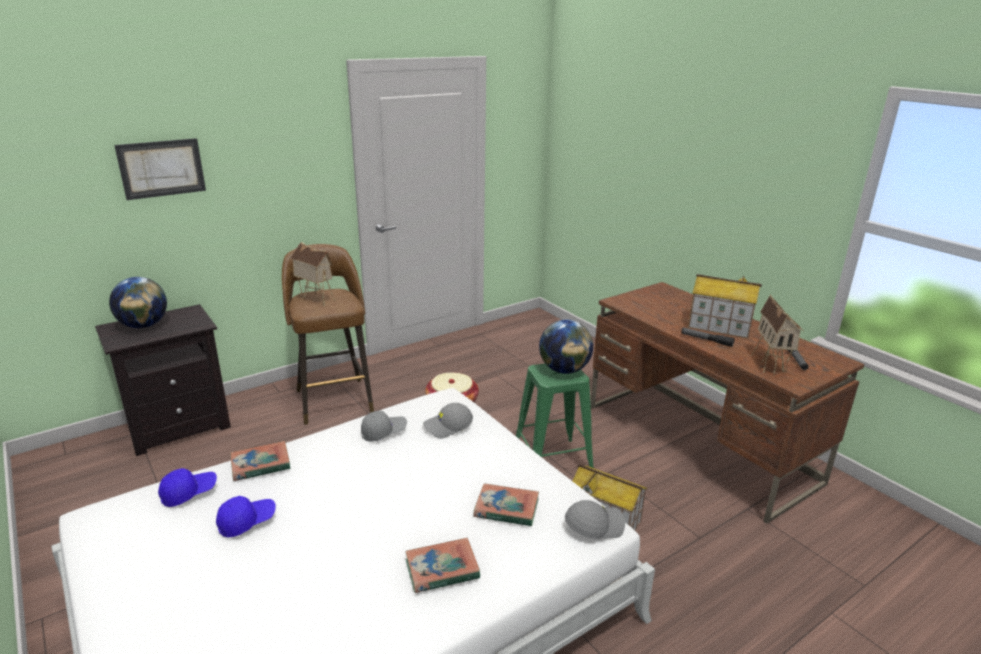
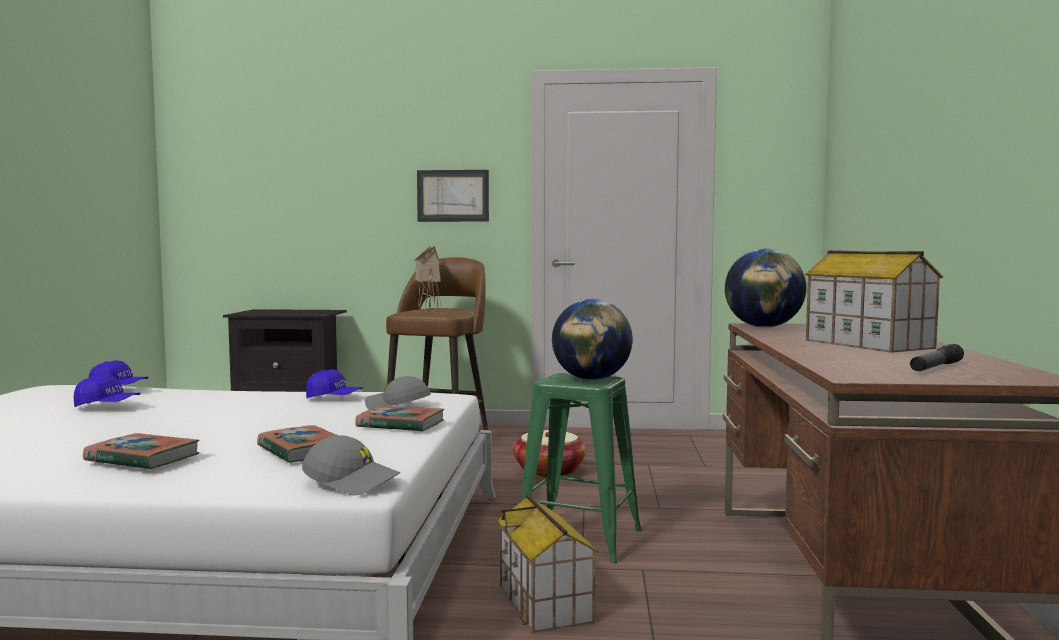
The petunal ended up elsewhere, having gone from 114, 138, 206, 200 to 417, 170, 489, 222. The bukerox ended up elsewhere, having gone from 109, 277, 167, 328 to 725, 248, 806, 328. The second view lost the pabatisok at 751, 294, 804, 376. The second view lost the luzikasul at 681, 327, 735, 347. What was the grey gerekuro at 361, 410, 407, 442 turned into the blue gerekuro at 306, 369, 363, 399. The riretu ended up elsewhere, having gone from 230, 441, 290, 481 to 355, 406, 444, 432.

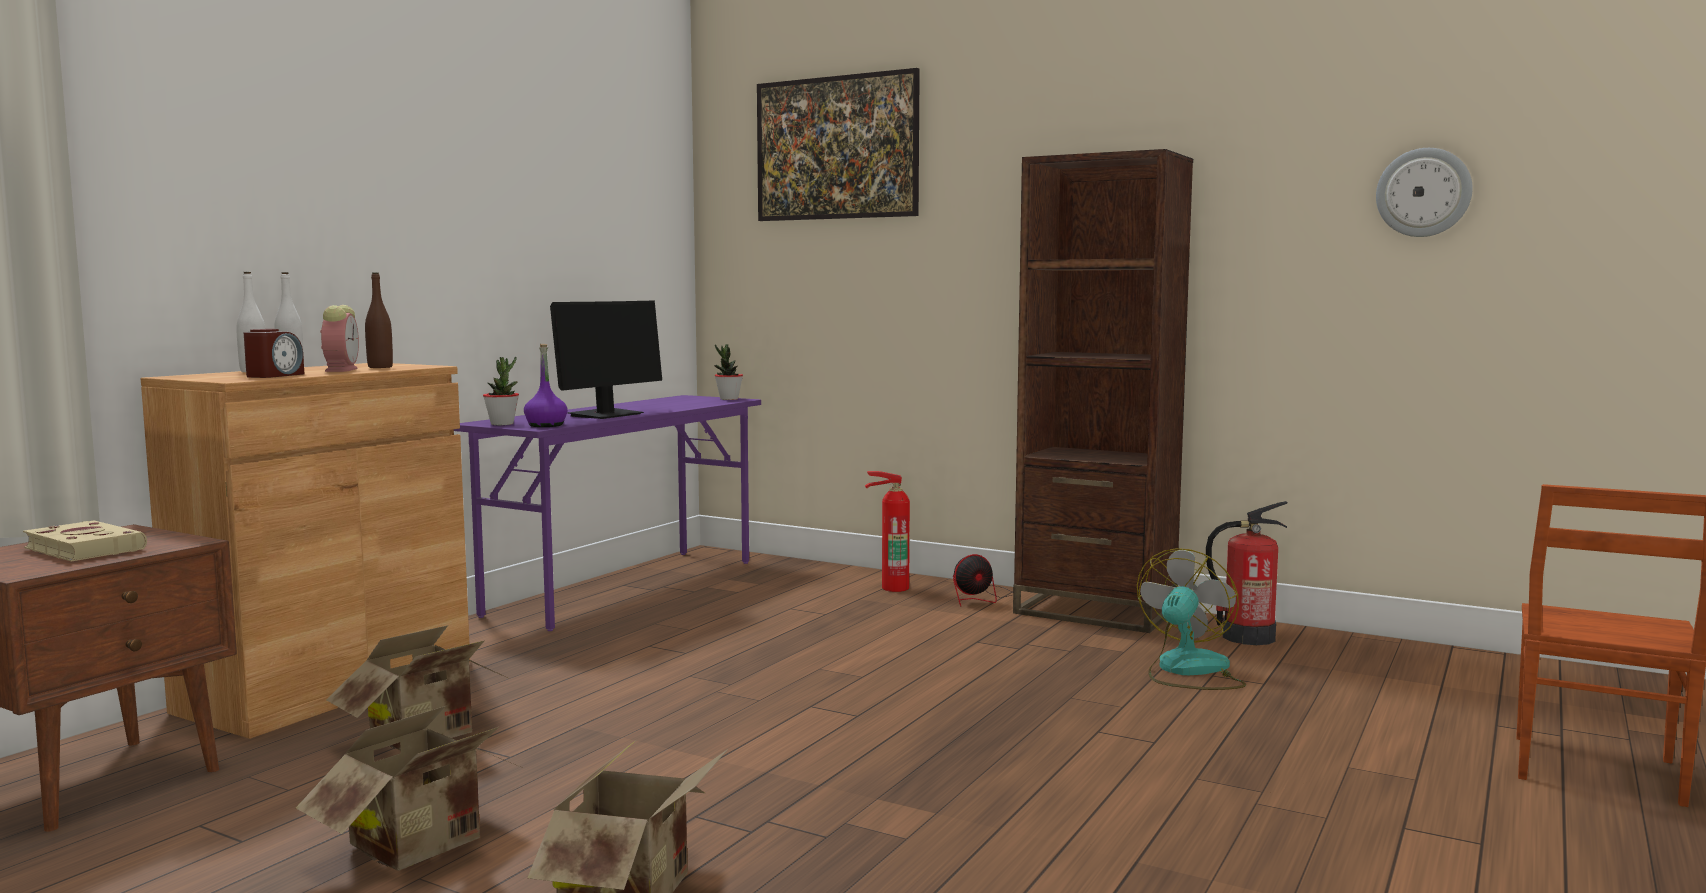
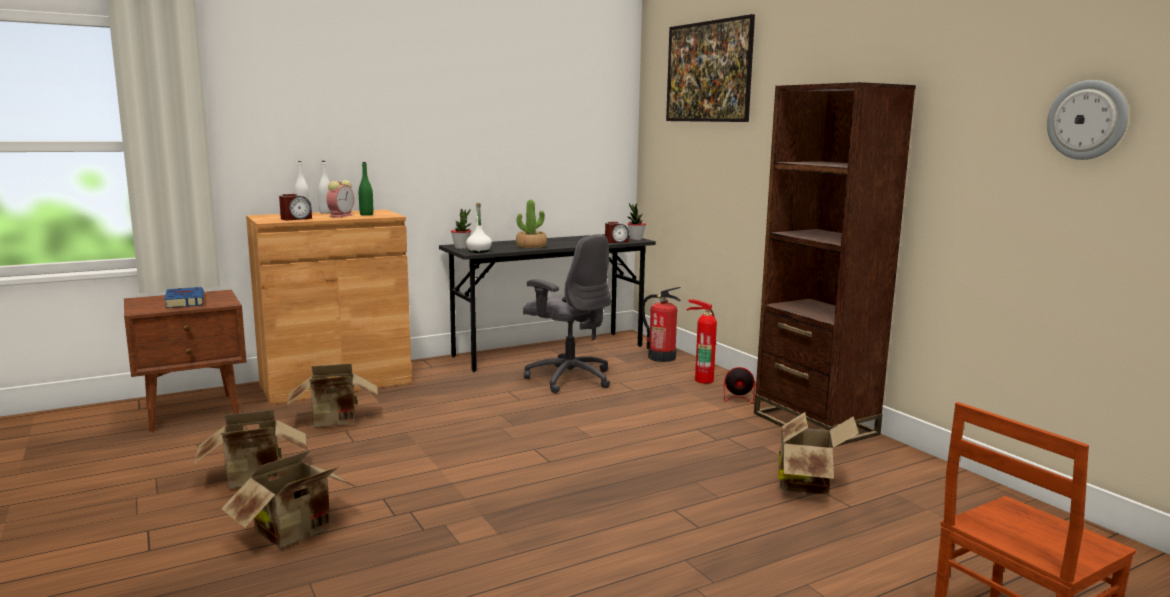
What was the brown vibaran at 365, 273, 393, 368 turned into the green vibaran at 359, 162, 373, 216. Where the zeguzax stood at 550, 300, 662, 419, the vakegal came to stand at 516, 200, 547, 248. What was the purple vibaran at 524, 344, 568, 427 turned into the white vibaran at 466, 203, 492, 253. What was the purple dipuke at 454, 395, 761, 631 turned into the grey dipuke at 439, 234, 656, 372. The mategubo ended up elsewhere, having gone from 1206, 501, 1288, 645 to 641, 287, 681, 362. What was the beige riretu at 23, 521, 147, 562 turned into the blue riretu at 164, 287, 204, 308. Where the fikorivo stood at 1137, 548, 1246, 690, the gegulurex came to stand at 778, 412, 859, 494. The second view gained the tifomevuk at 605, 222, 629, 243. The second view gained the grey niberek at 523, 234, 612, 393.

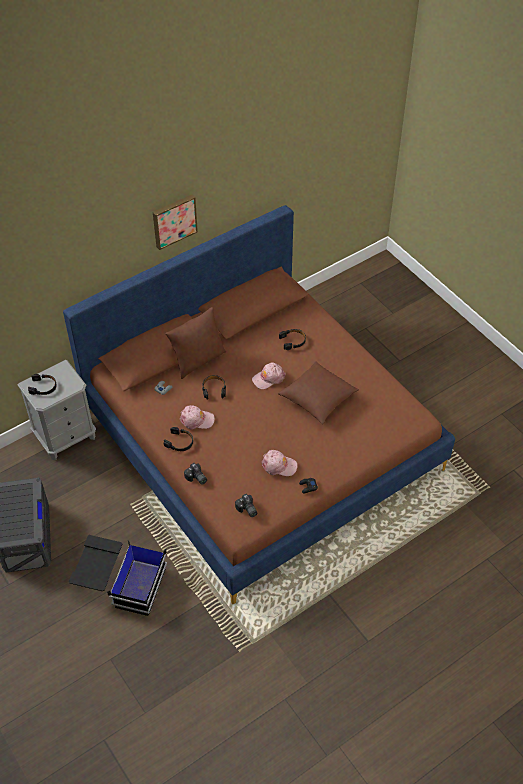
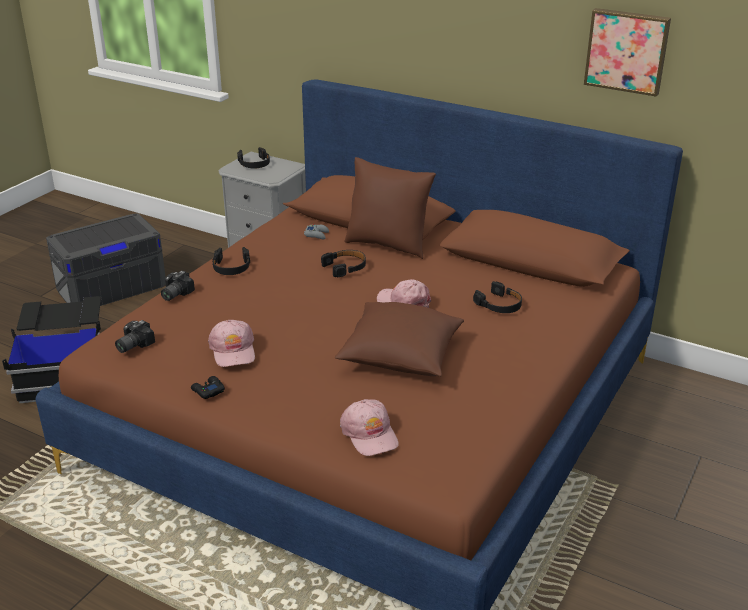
The petunal ended up elsewhere, having gone from 153, 194, 198, 250 to 584, 8, 671, 96. The pink gerekuro ended up elsewhere, having gone from 180, 405, 215, 429 to 340, 399, 399, 456.

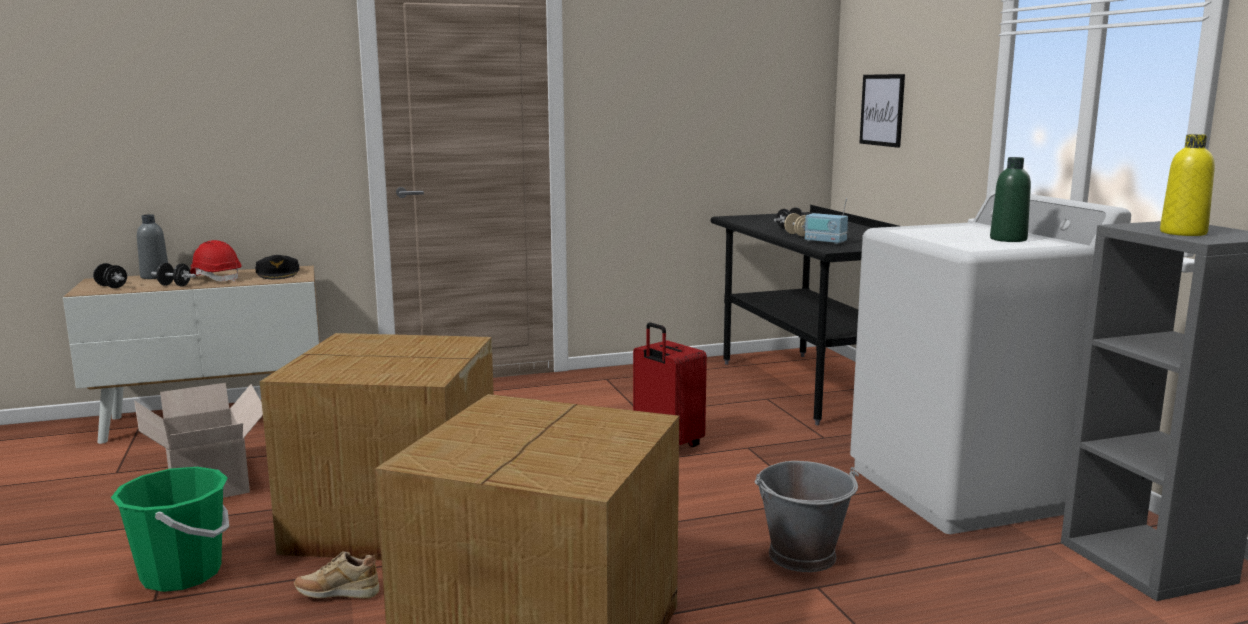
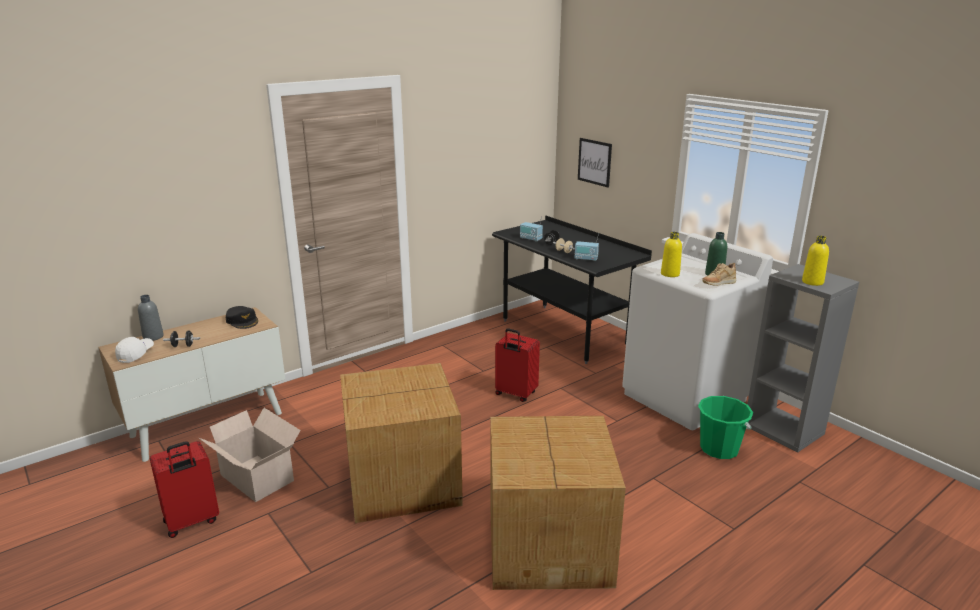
The second view lost the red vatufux at 190, 240, 241, 282. Where the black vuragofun stood at 93, 263, 127, 288, the white gerekuro came to stand at 115, 337, 154, 363. The second view lost the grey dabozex at 755, 461, 859, 572. The green dabozex ended up elsewhere, having gone from 111, 467, 229, 592 to 698, 396, 753, 459. The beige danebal ended up elsewhere, having gone from 294, 551, 379, 599 to 702, 263, 736, 286. The second view gained the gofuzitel at 520, 216, 543, 241. The second view gained the yellow vibaran at 661, 232, 682, 277. The second view gained the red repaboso at 150, 441, 219, 538.

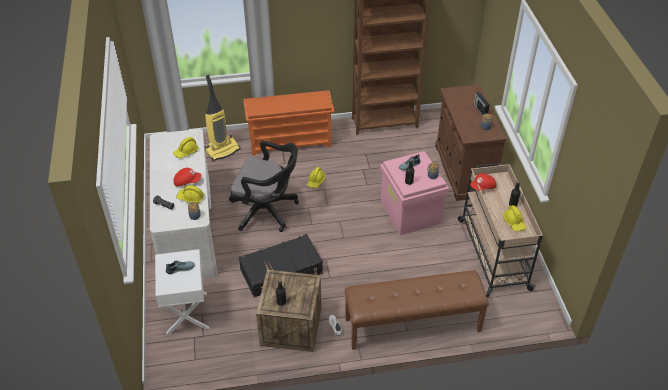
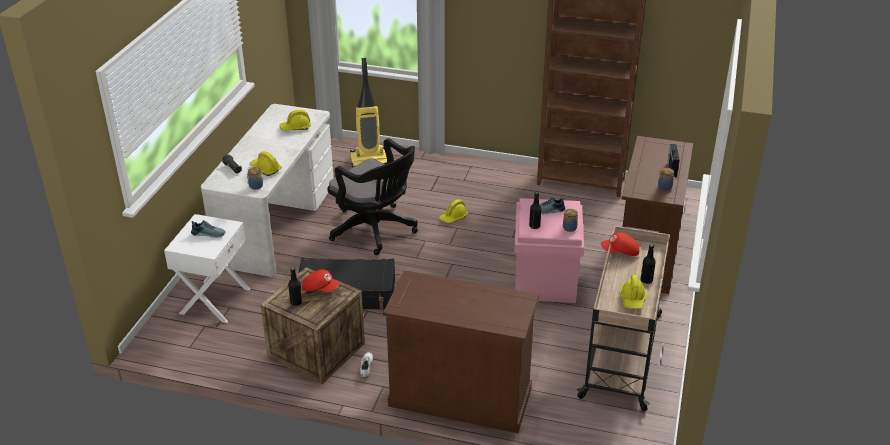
The second view lost the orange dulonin at 244, 90, 335, 156. The red gerekuro ended up elsewhere, having gone from 174, 168, 201, 186 to 302, 269, 340, 292. Where the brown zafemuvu stood at 345, 270, 489, 350, the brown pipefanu came to stand at 383, 270, 539, 433.

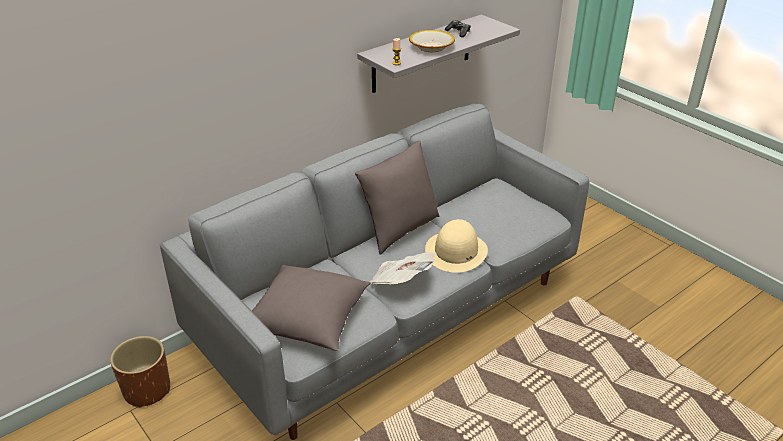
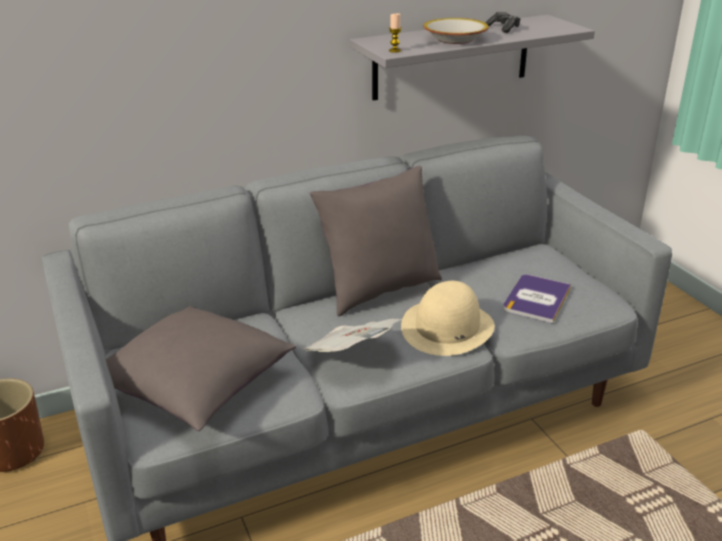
The second view gained the riretu at 503, 275, 571, 323.

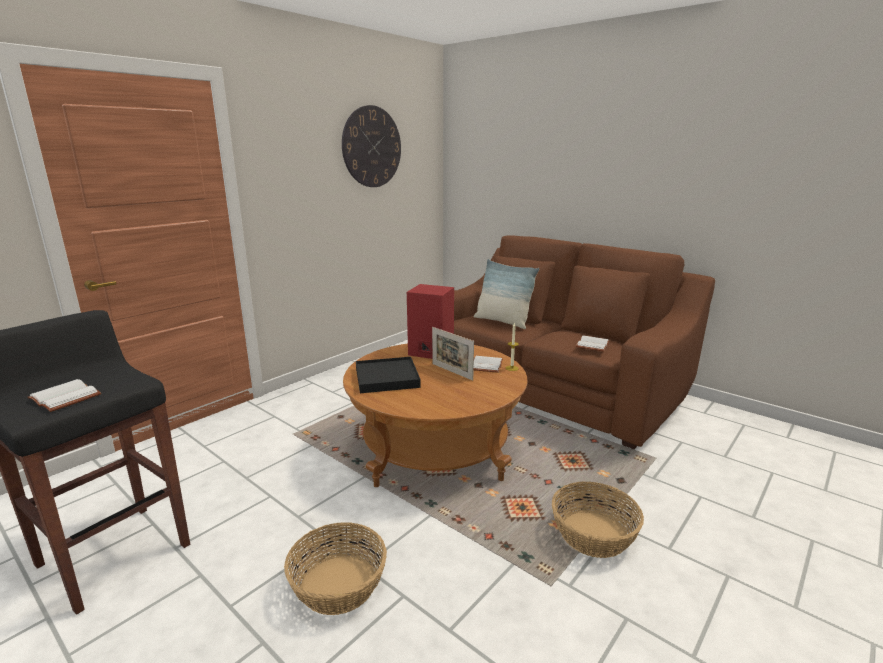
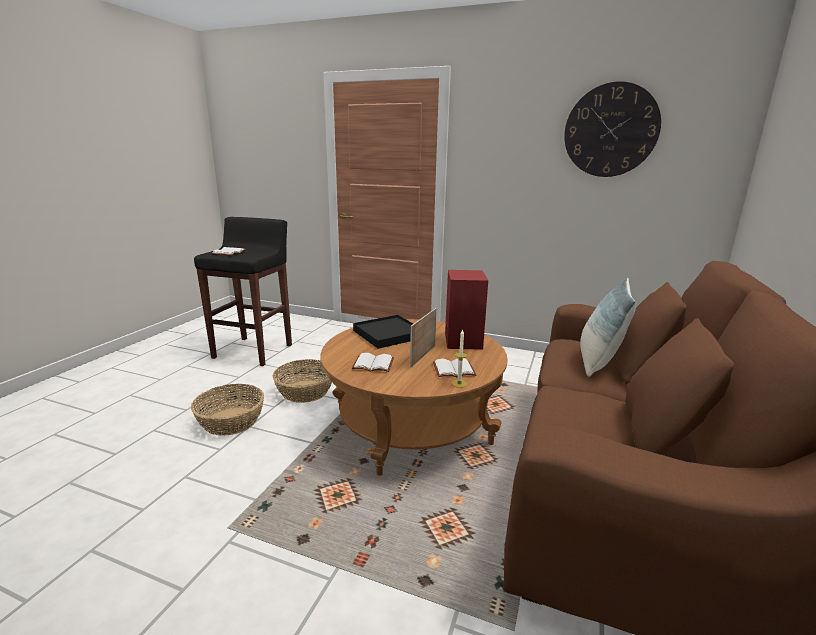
The white riretu ended up elsewhere, having gone from 576, 335, 610, 352 to 352, 353, 394, 372. The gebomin ended up elsewhere, having gone from 552, 482, 644, 558 to 273, 359, 332, 403.

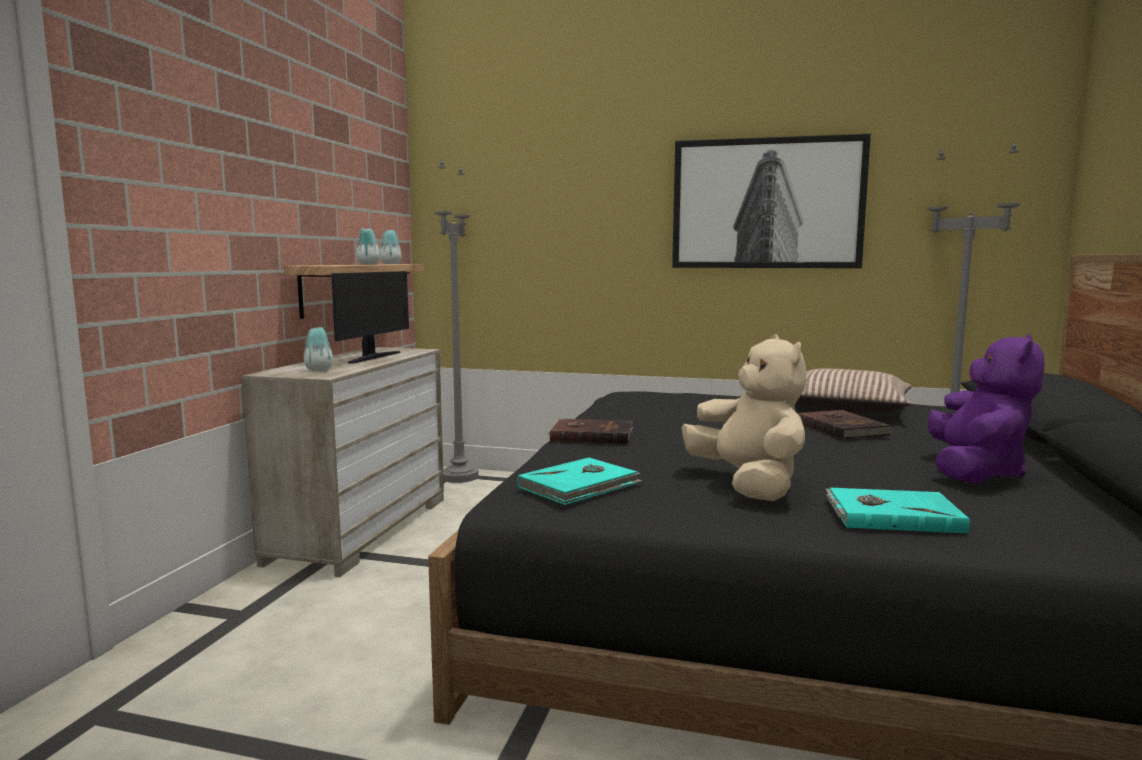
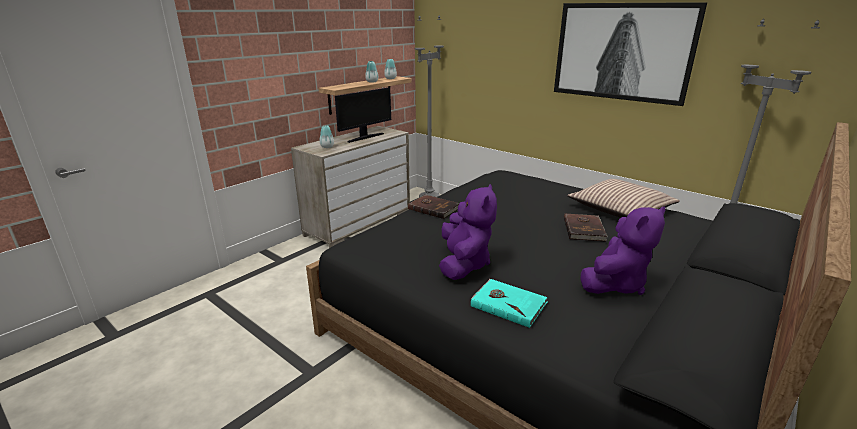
What was the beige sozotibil at 682, 334, 807, 501 turned into the purple sozotibil at 439, 184, 497, 280. The second view lost the turquoise riretu at 518, 457, 643, 505.

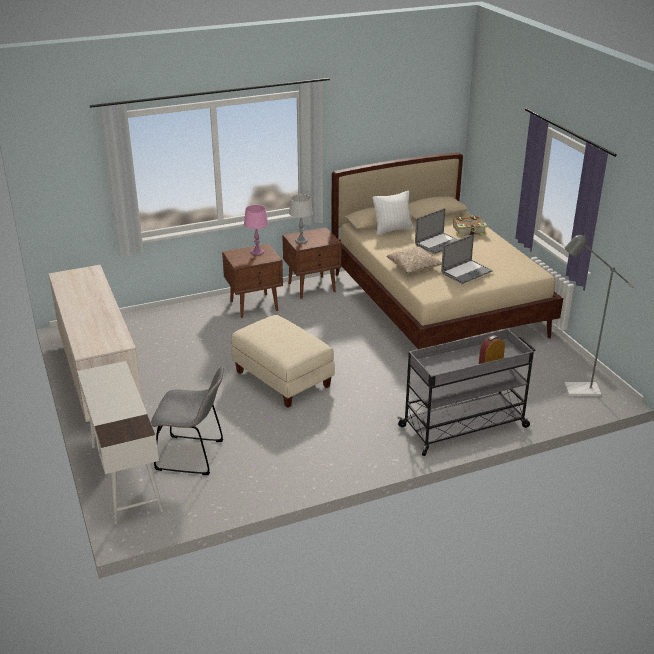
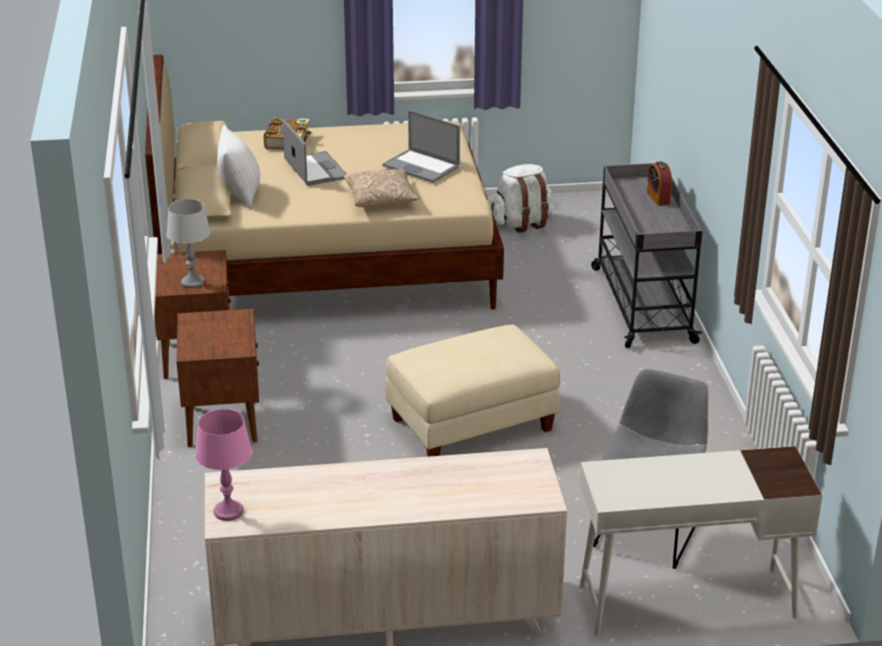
The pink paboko ended up elsewhere, having gone from 244, 205, 269, 255 to 195, 409, 252, 521. The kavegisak at 441, 234, 493, 284 ended up facing another way, 150 degrees clockwise from before. The second view lost the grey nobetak at 565, 235, 634, 396. The second view gained the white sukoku at 490, 164, 554, 233.

